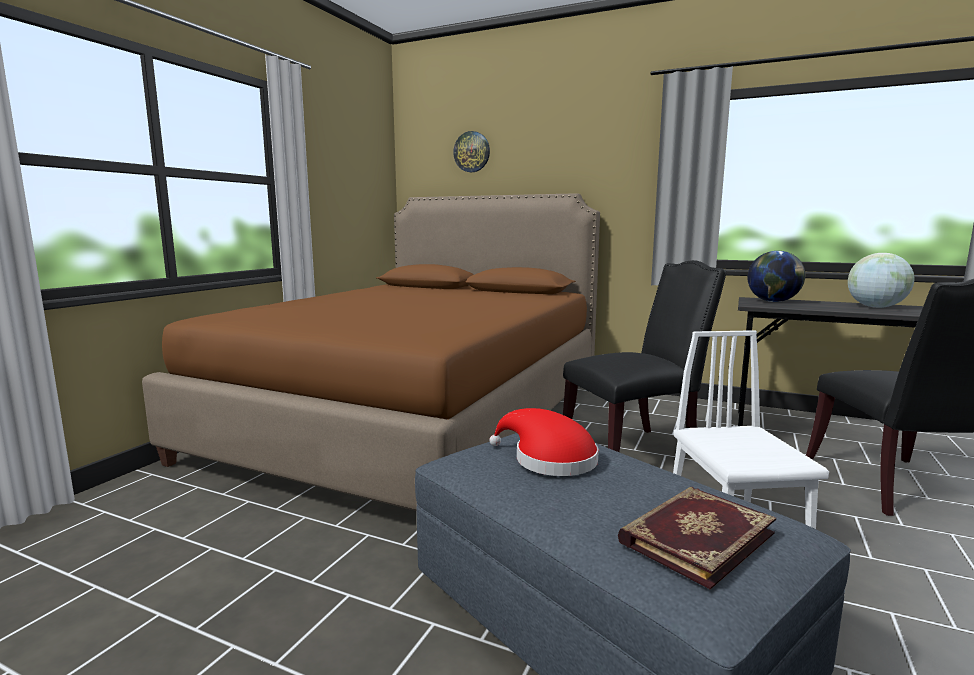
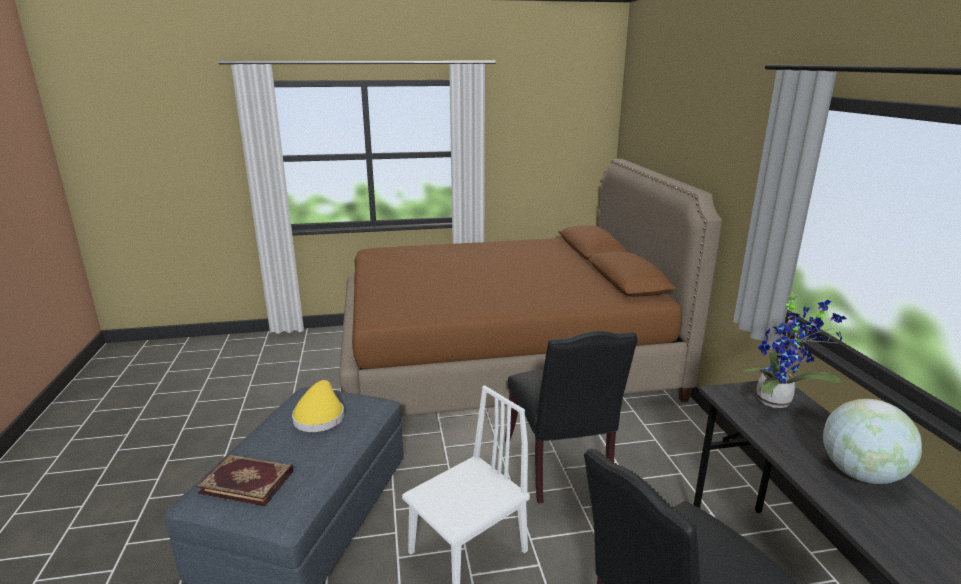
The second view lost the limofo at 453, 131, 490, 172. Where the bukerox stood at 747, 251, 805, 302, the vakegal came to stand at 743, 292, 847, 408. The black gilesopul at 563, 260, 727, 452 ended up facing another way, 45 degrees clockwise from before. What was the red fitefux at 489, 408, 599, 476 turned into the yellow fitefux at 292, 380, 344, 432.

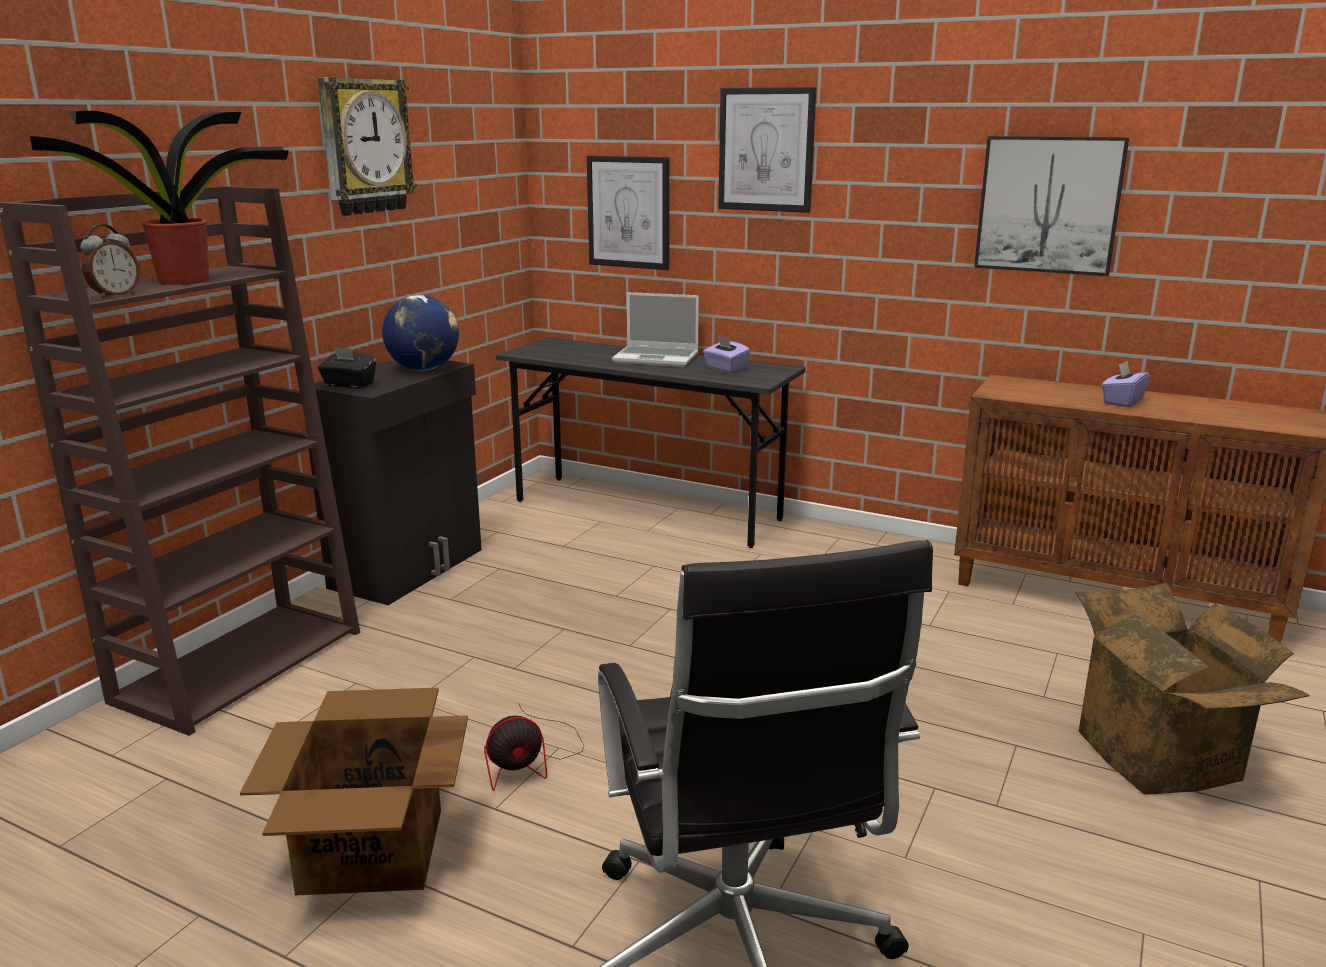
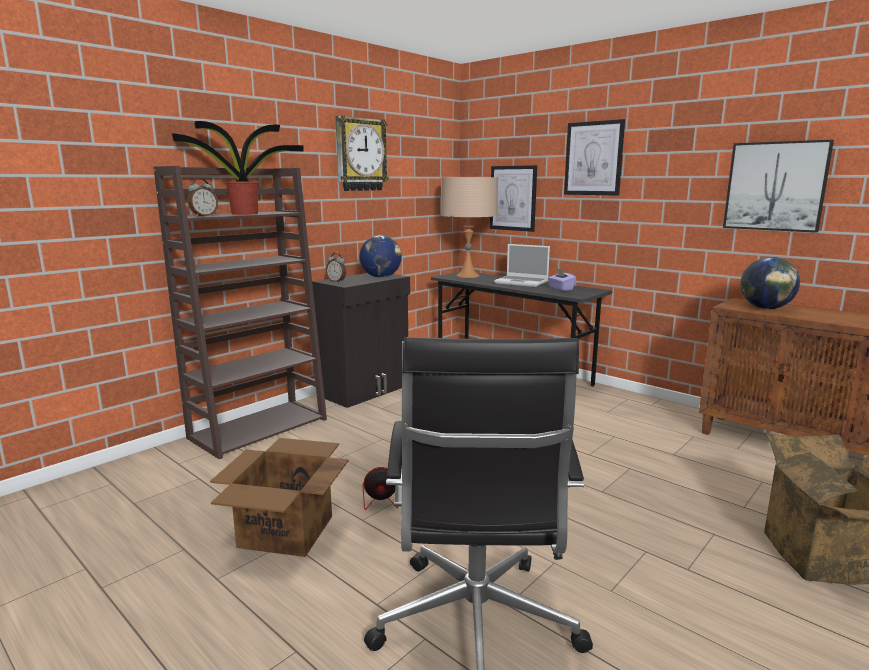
Where the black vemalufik stood at 318, 347, 377, 388, the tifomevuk came to stand at 326, 253, 346, 282. The second view lost the purple vemalufik at 1102, 360, 1150, 407. The second view gained the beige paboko at 441, 177, 498, 278. The second view gained the bukerox at 741, 257, 800, 309.

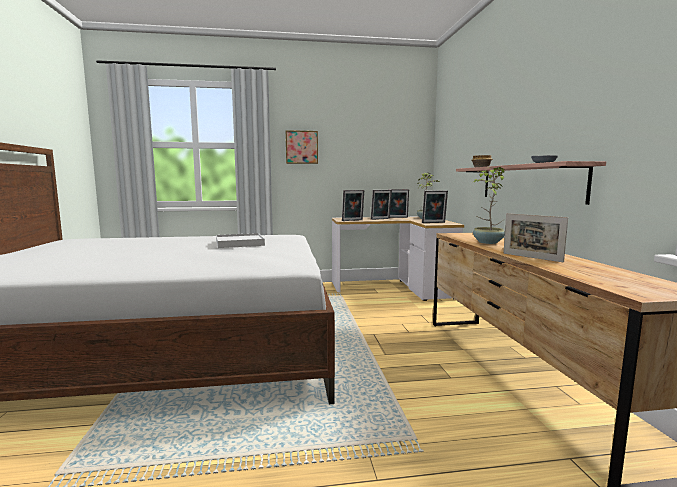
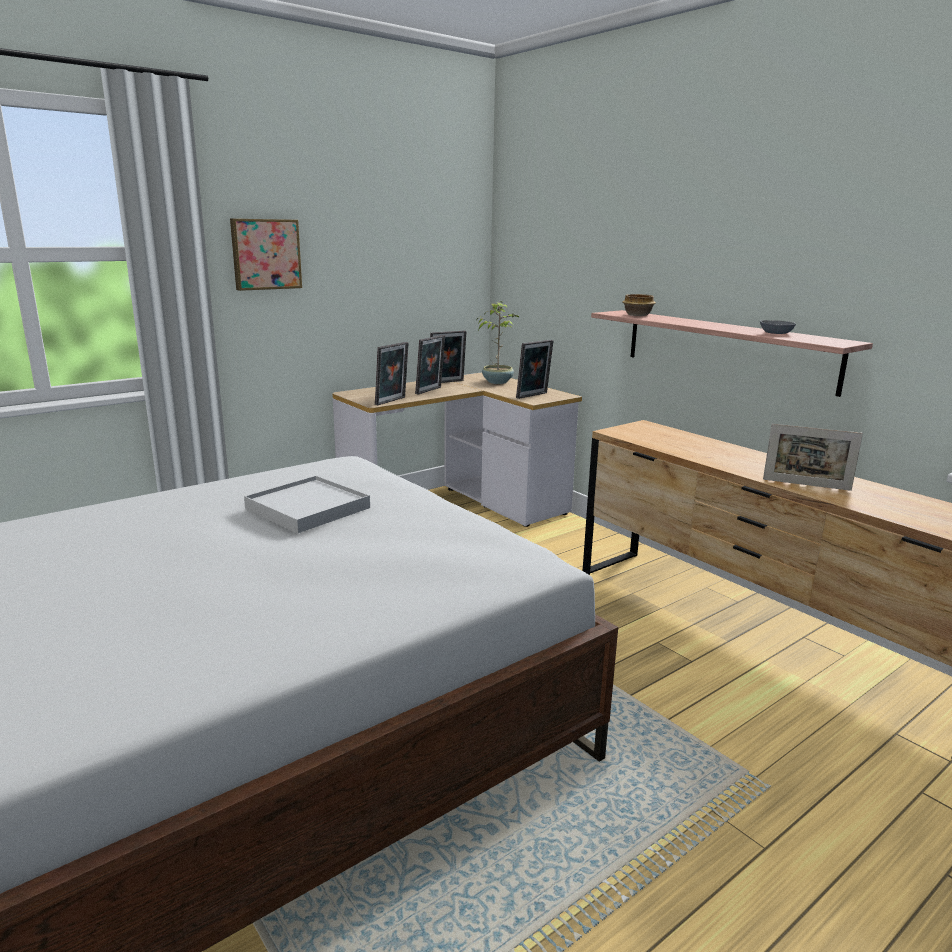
The second view lost the vakegal at 473, 167, 505, 244.

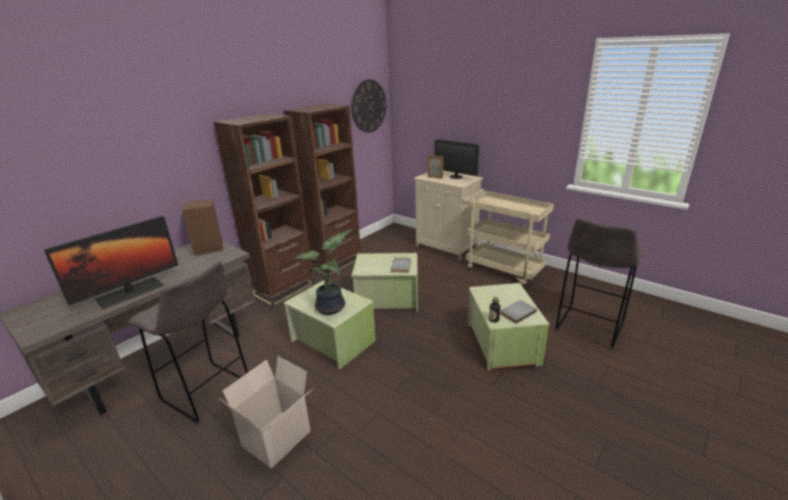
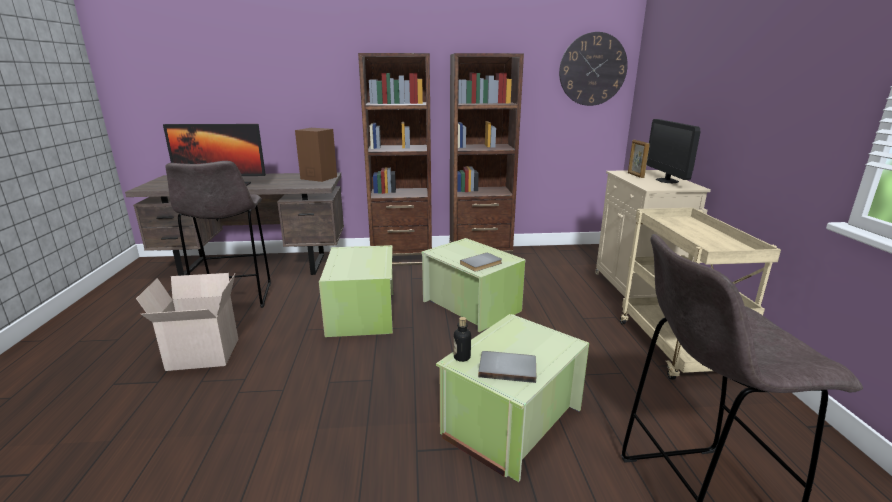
The second view lost the vakegal at 295, 230, 352, 315.

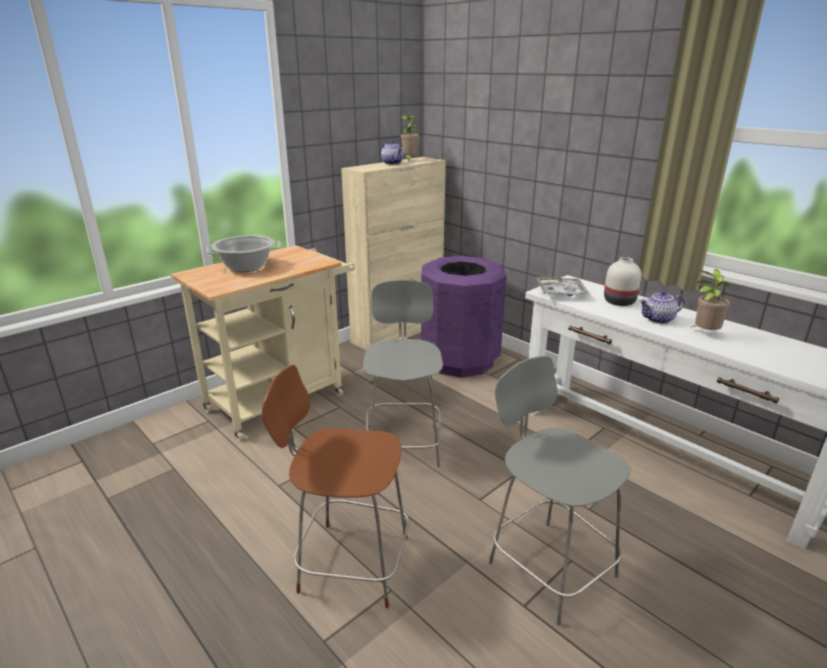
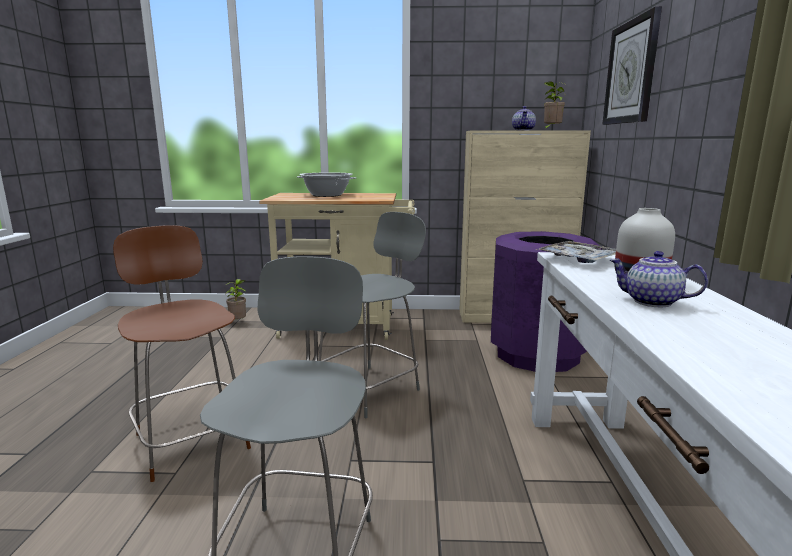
The vakegal ended up elsewhere, having gone from 690, 269, 730, 330 to 226, 279, 246, 319. The second view gained the limofo at 602, 7, 662, 125.

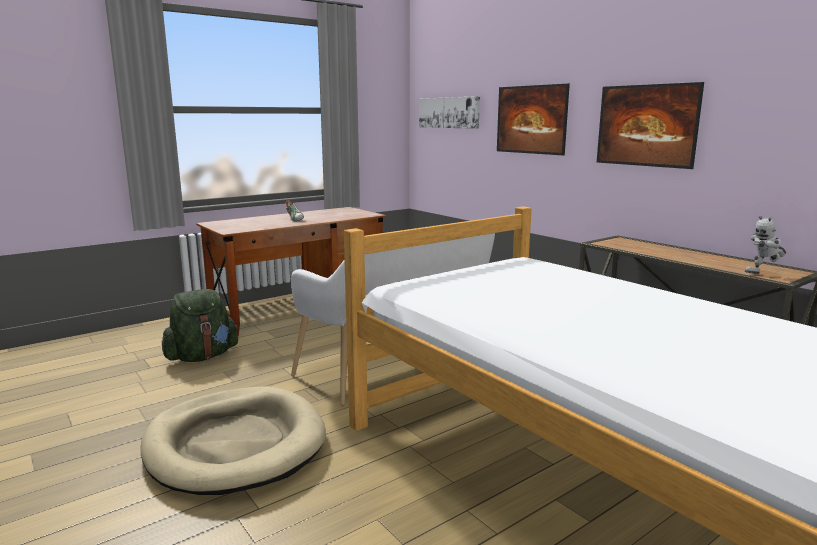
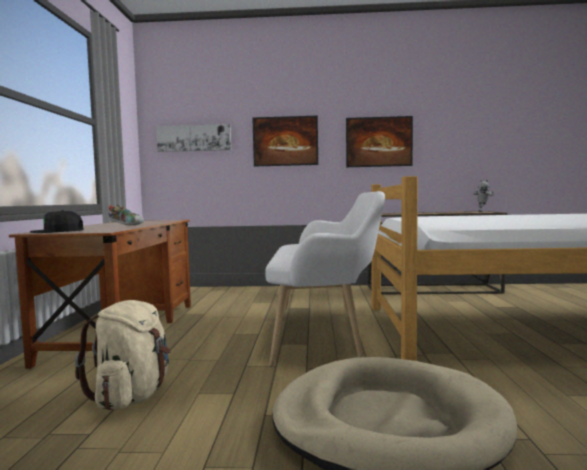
What was the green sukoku at 162, 289, 238, 362 turned into the beige sukoku at 75, 300, 171, 410. The second view gained the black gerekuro at 30, 210, 83, 233.

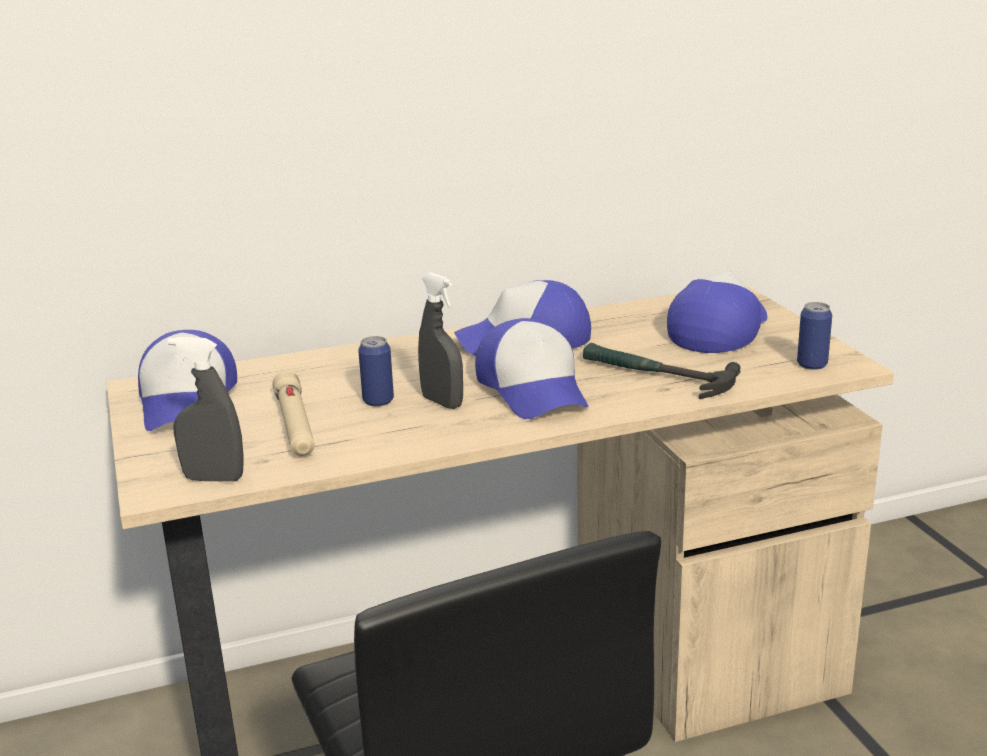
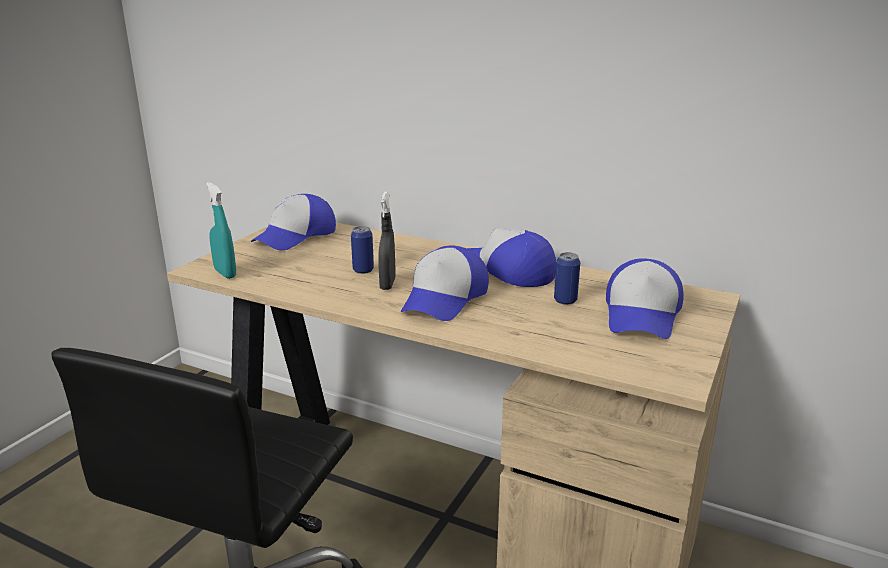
The gerekuro at 667, 271, 767, 353 ended up facing another way, 120 degrees clockwise from before. The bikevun ended up elsewhere, having gone from 797, 302, 832, 370 to 554, 252, 580, 305. What was the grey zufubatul at 168, 337, 244, 482 turned into the turquoise zufubatul at 206, 182, 236, 279. The second view lost the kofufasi at 583, 343, 741, 399. The second view lost the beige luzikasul at 273, 371, 315, 456.

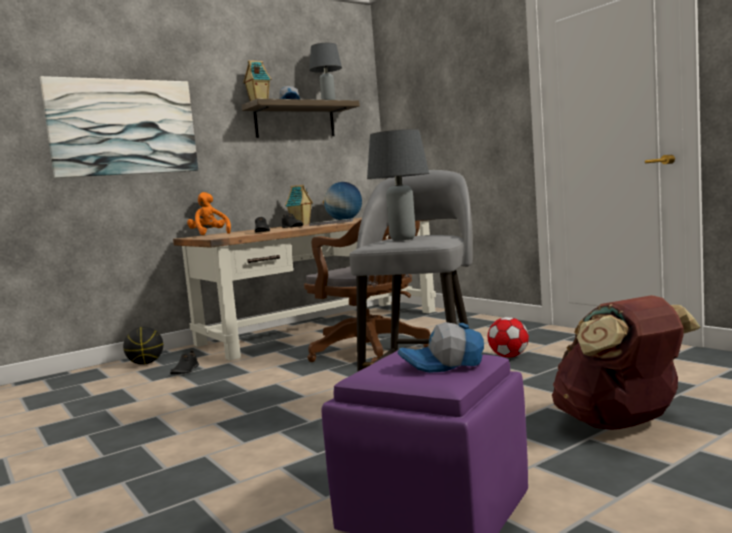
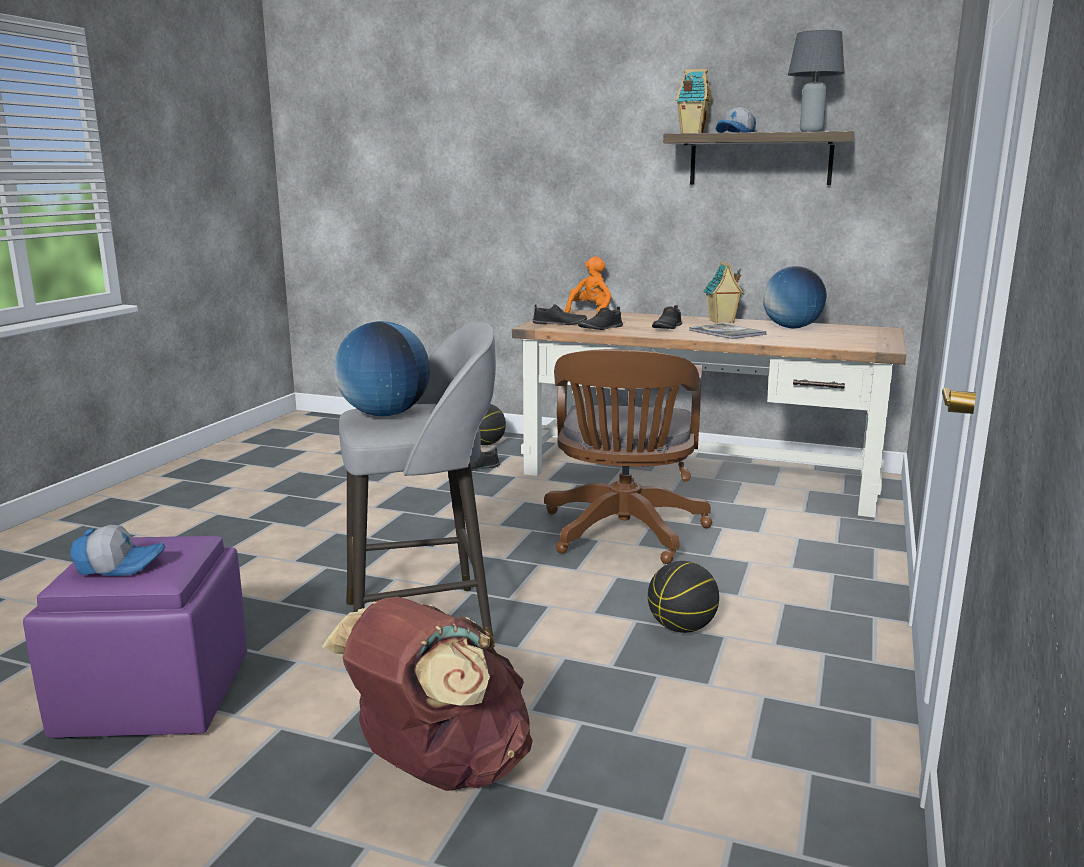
The second view lost the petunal at 40, 76, 198, 178. Where the grey paboko stood at 367, 129, 429, 240, the bukerox came to stand at 334, 321, 430, 416. Where the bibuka stood at 488, 317, 529, 358, the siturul came to stand at 648, 561, 719, 633. The gerekuro at 398, 322, 484, 373 ended up facing another way, 120 degrees clockwise from before. The second view gained the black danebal at 533, 304, 587, 325.

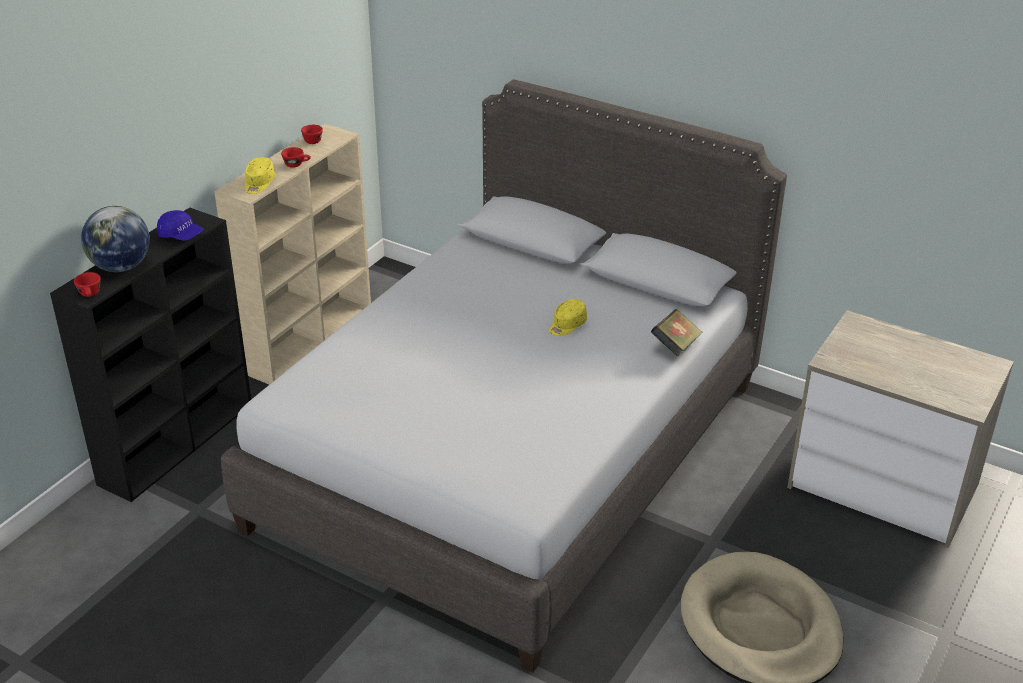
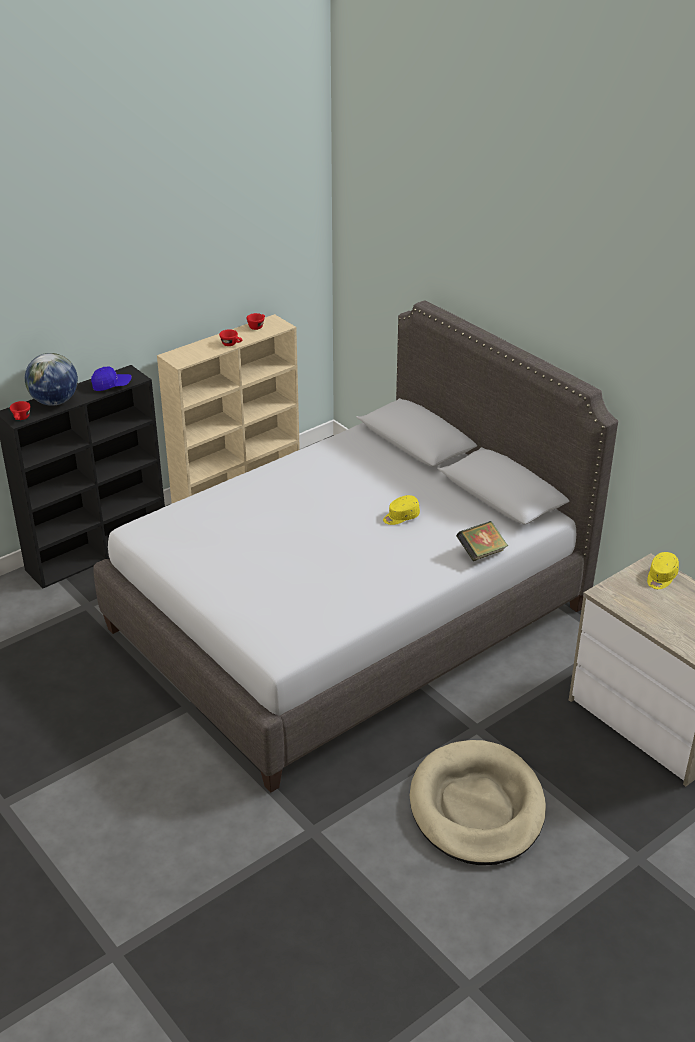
The yellow gerekuro ended up elsewhere, having gone from 245, 157, 275, 194 to 647, 552, 679, 589. The blue gerekuro at 157, 210, 204, 241 ended up facing another way, 60 degrees counterclockwise from before.

